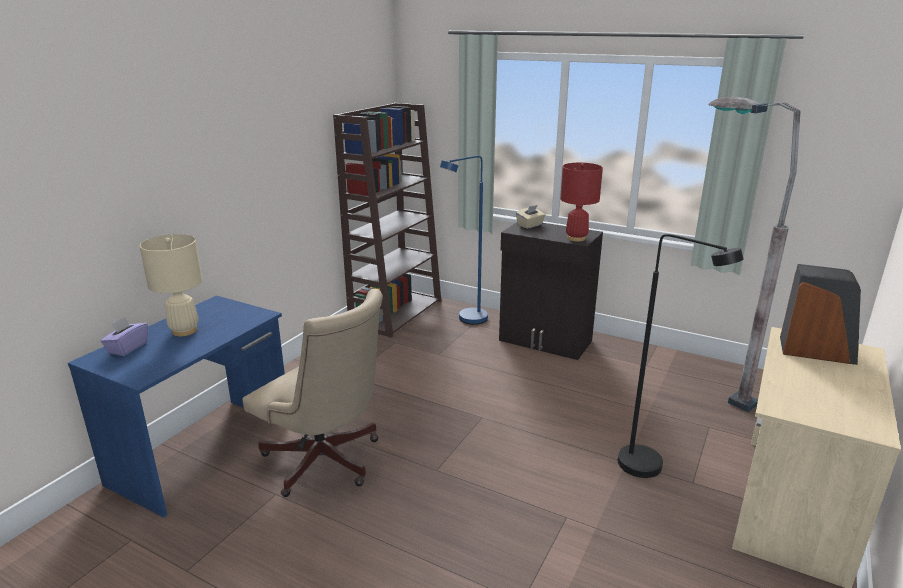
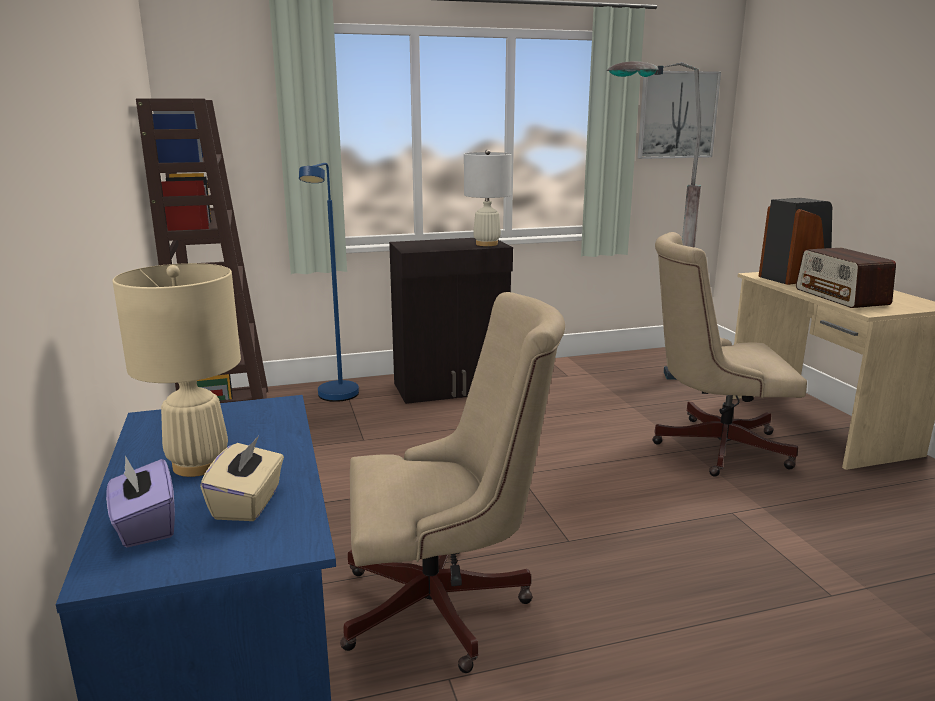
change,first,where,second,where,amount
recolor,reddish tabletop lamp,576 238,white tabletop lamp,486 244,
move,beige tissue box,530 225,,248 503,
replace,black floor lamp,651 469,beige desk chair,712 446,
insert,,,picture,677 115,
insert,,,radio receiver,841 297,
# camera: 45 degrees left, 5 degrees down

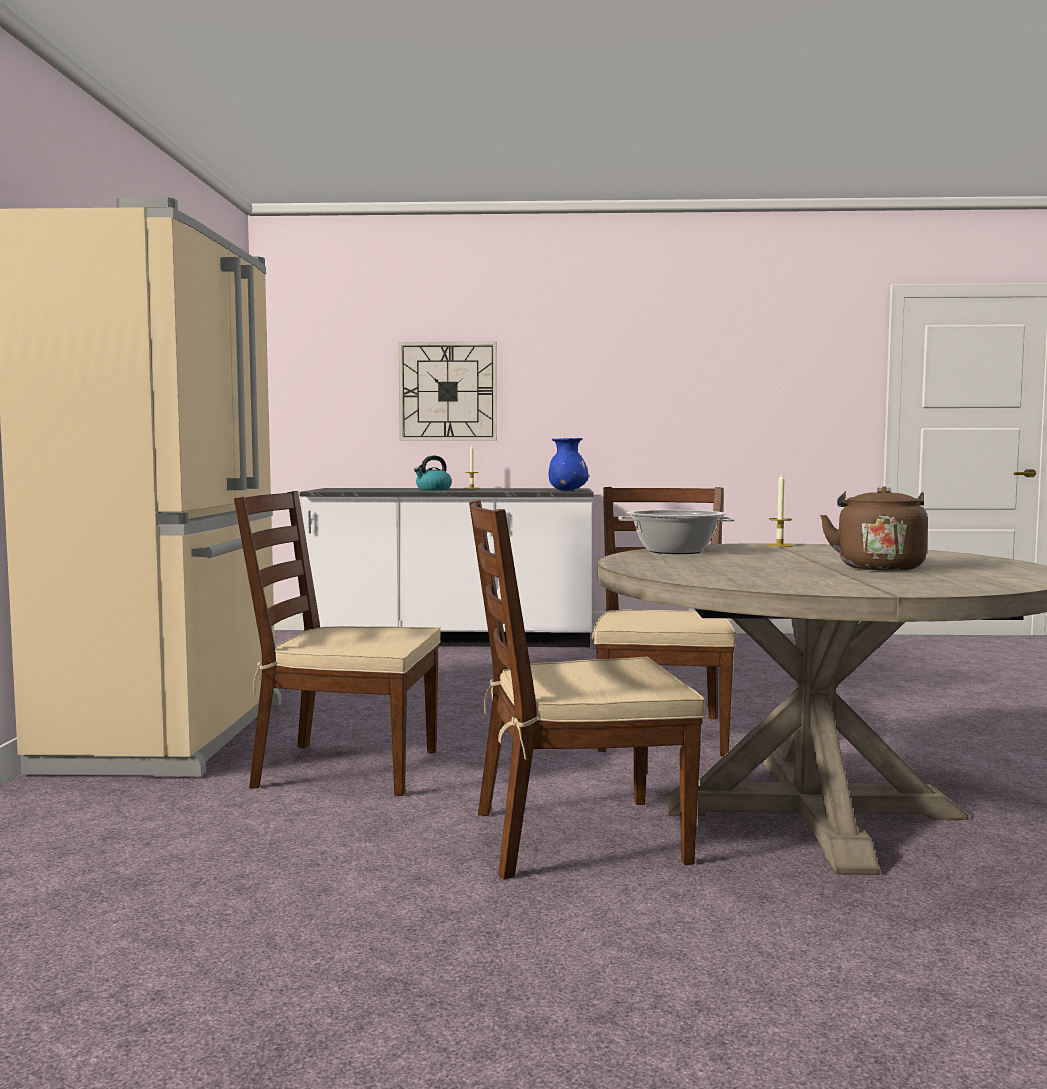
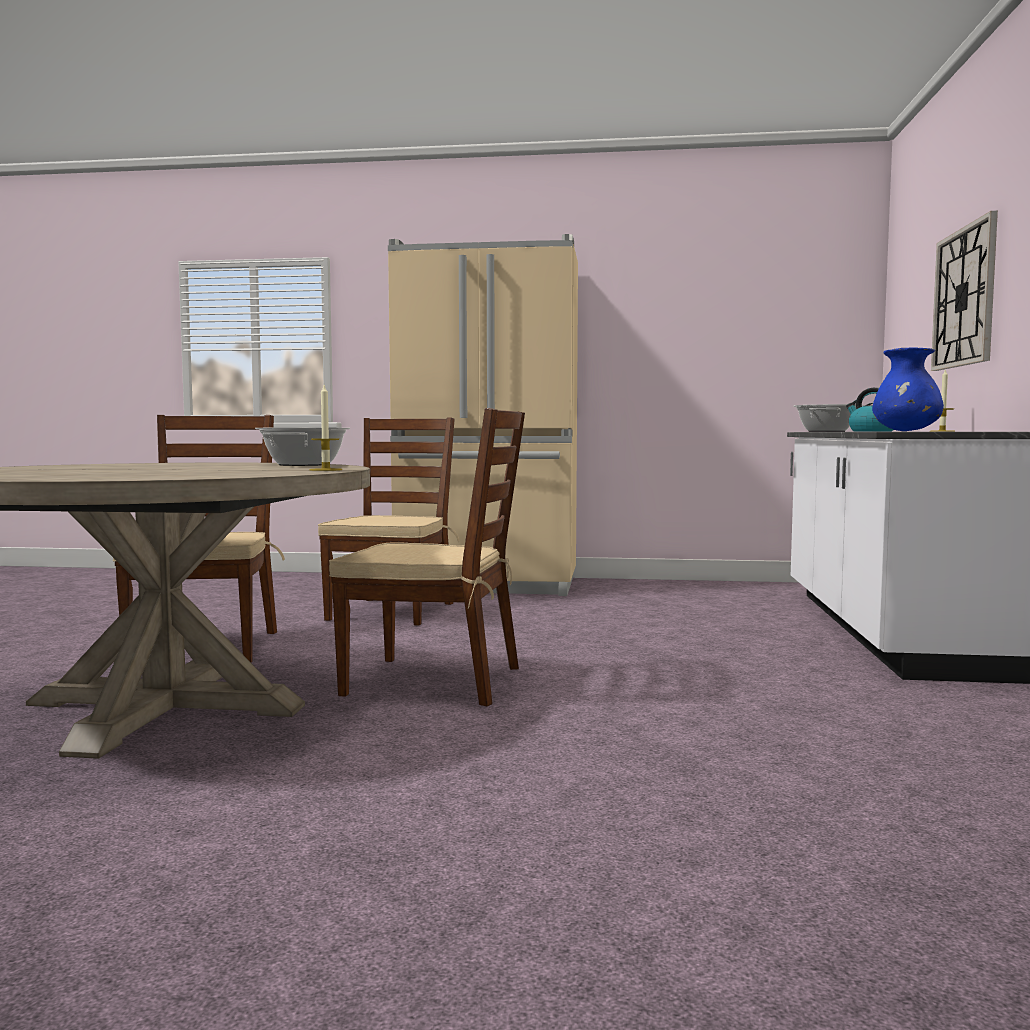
change,first,where,second,where,amount
delete,brownish kettle,878 567,,,
insert,,,saucepot,826 431,
# camera: 95 degrees right, 0 degrees up

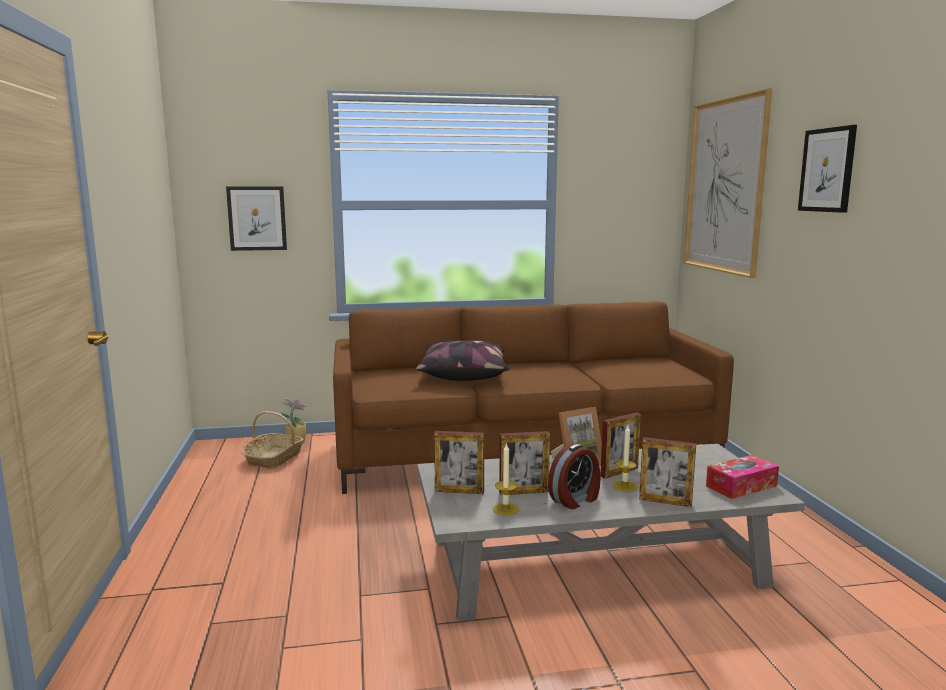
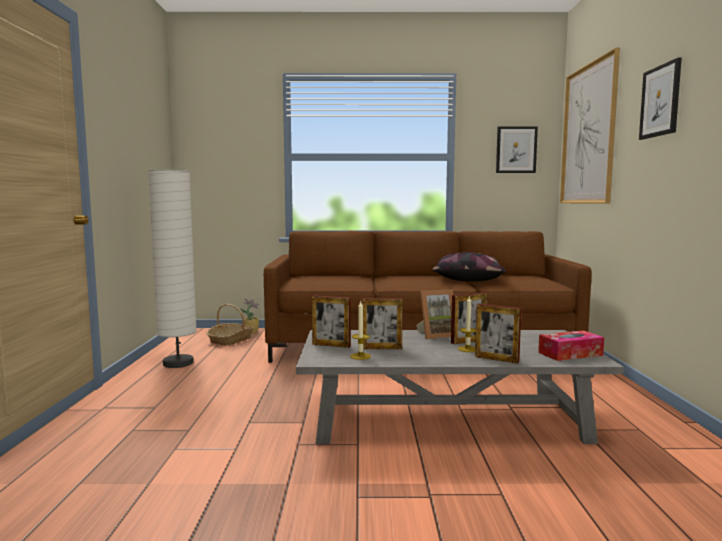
change,first,where,second,where,amount
move,picture,257 218,,516 150,
move,cushion,463 375,,467 279,
delete,table clock,575 500,,,
insert,,,white floor lamp,178 363,
# camera: 10 degrees right, 5 degrees down

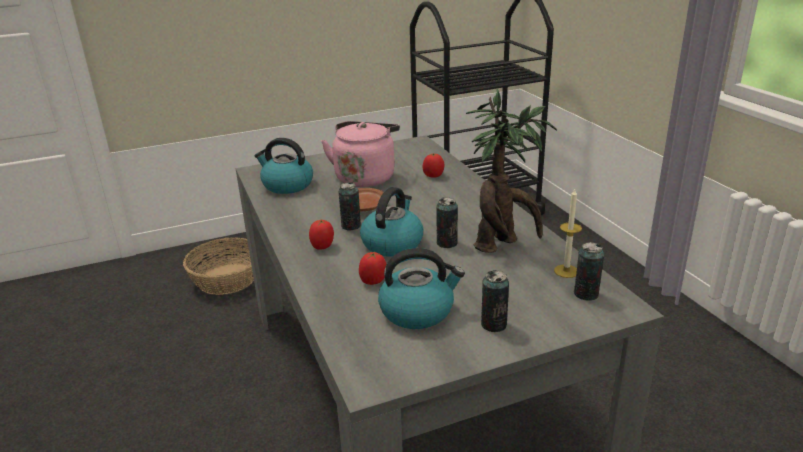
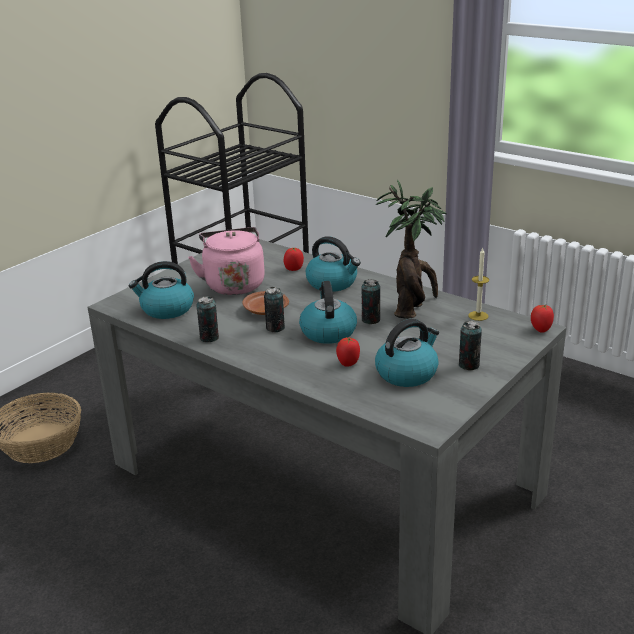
change,first,where,second,where,amount
move,tomato,323 246,,540 329,
move,metal can,586 294,,209 338,
insert,,,kettle,332 283,
# camera: 30 degrees left, 0 degrees up

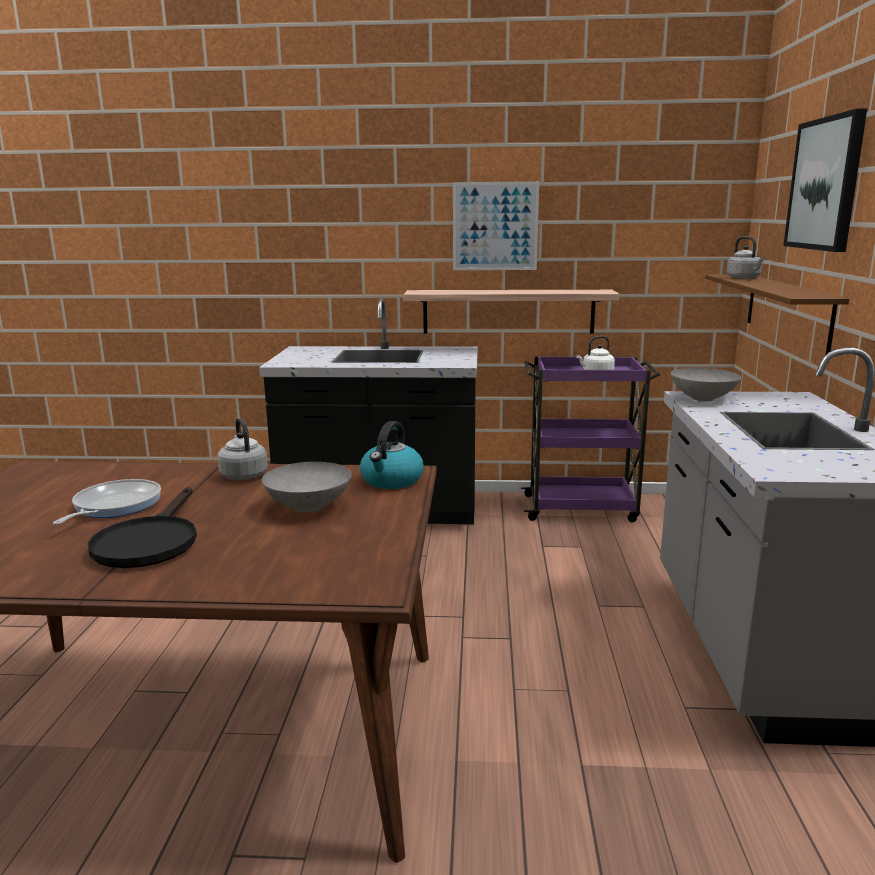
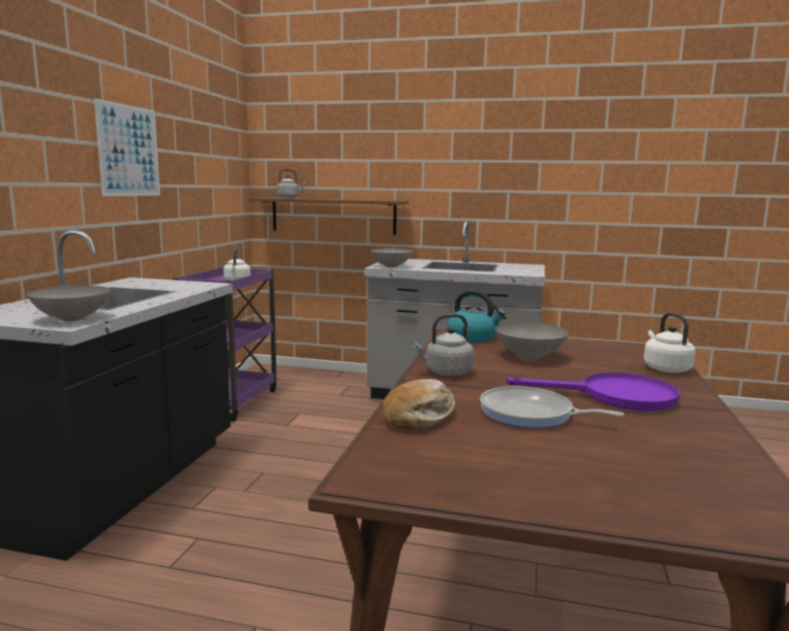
change,first,where,second,where,amount
delete,picture,825 184,,,
delete,wall shelf,508 311,,,
recolor,black pan,150 541,purple-coloured pan,614 396,
insert,,,greyish serving bowl,71 319,
insert,,,white kettle,665 368,
insert,,,bread,420 416,
# camera: 80 degrees left, 5 degrees down

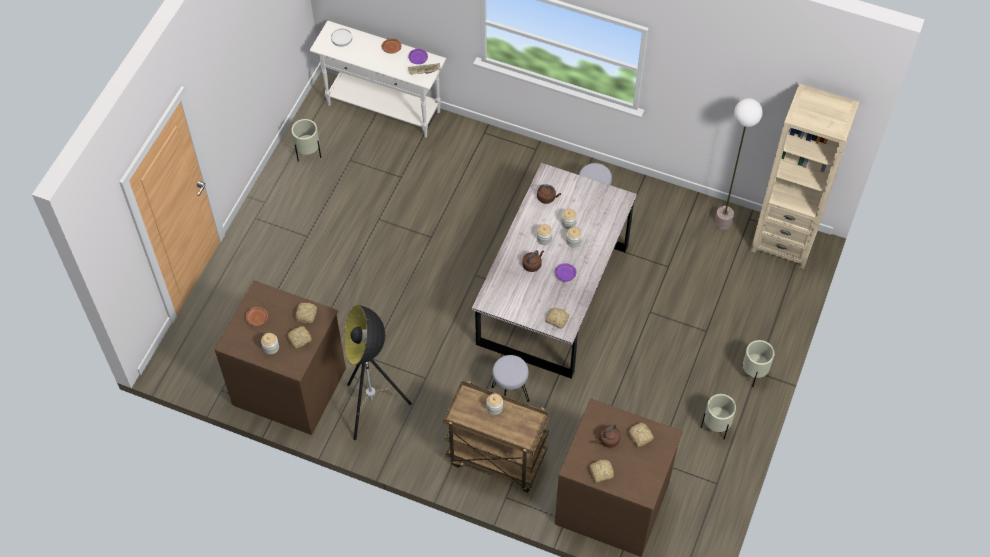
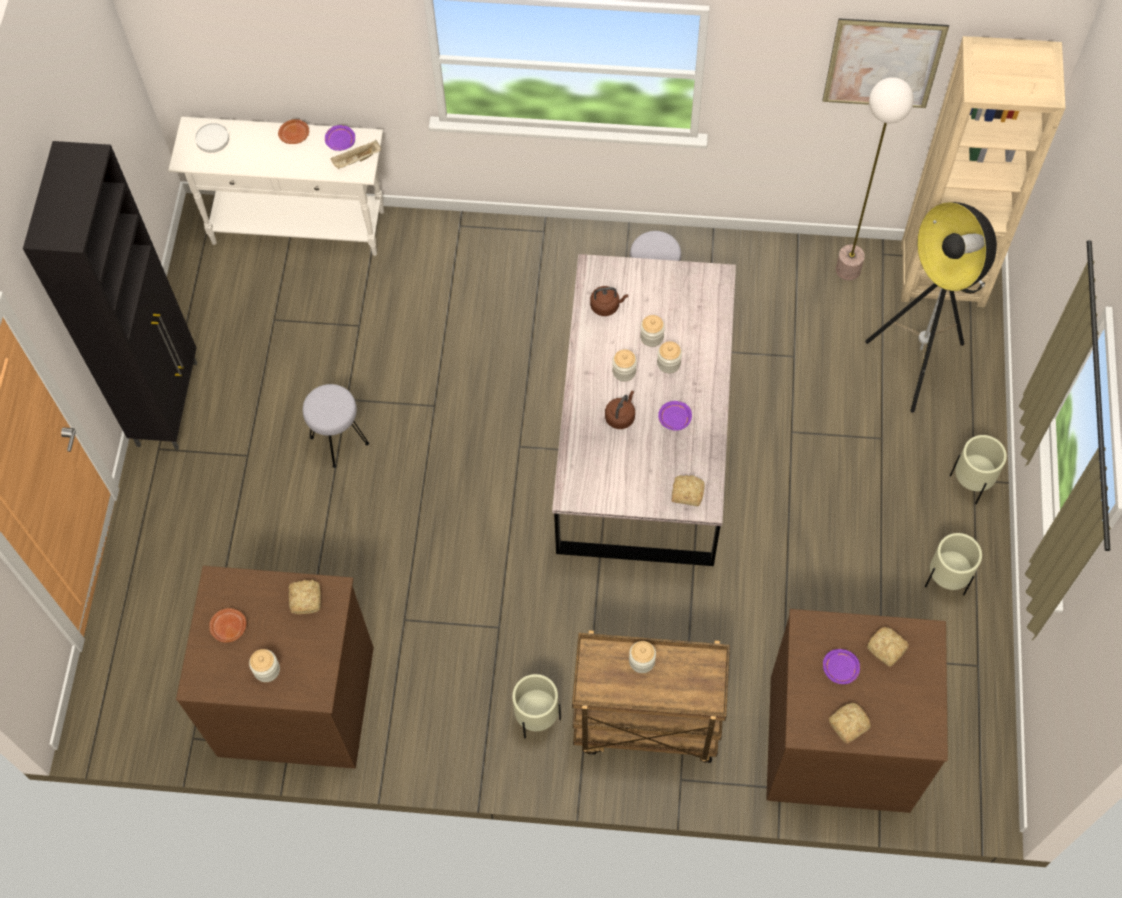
change,first,where,second,where,amount
move,beige plant pot,308 154,,537 719,
move,floor lamp,373 409,,916 364,
delete,bread,300 339,,,
move,greyish stool seat,509 394,,338 441,
replace,brownish kettle,608 440,purple-coloured dinner plate,840 669,
insert,,,picture,883 63,
insert,,,black cupboard,168 402,
# camera: 15 degrees left, 5 degrees up

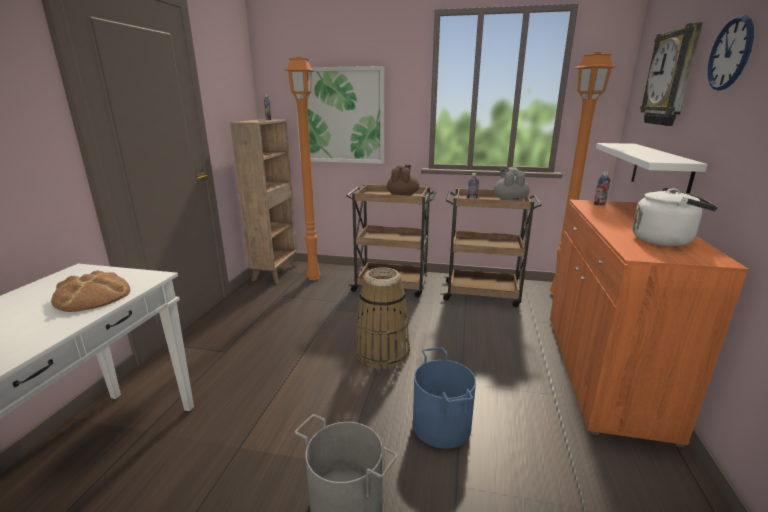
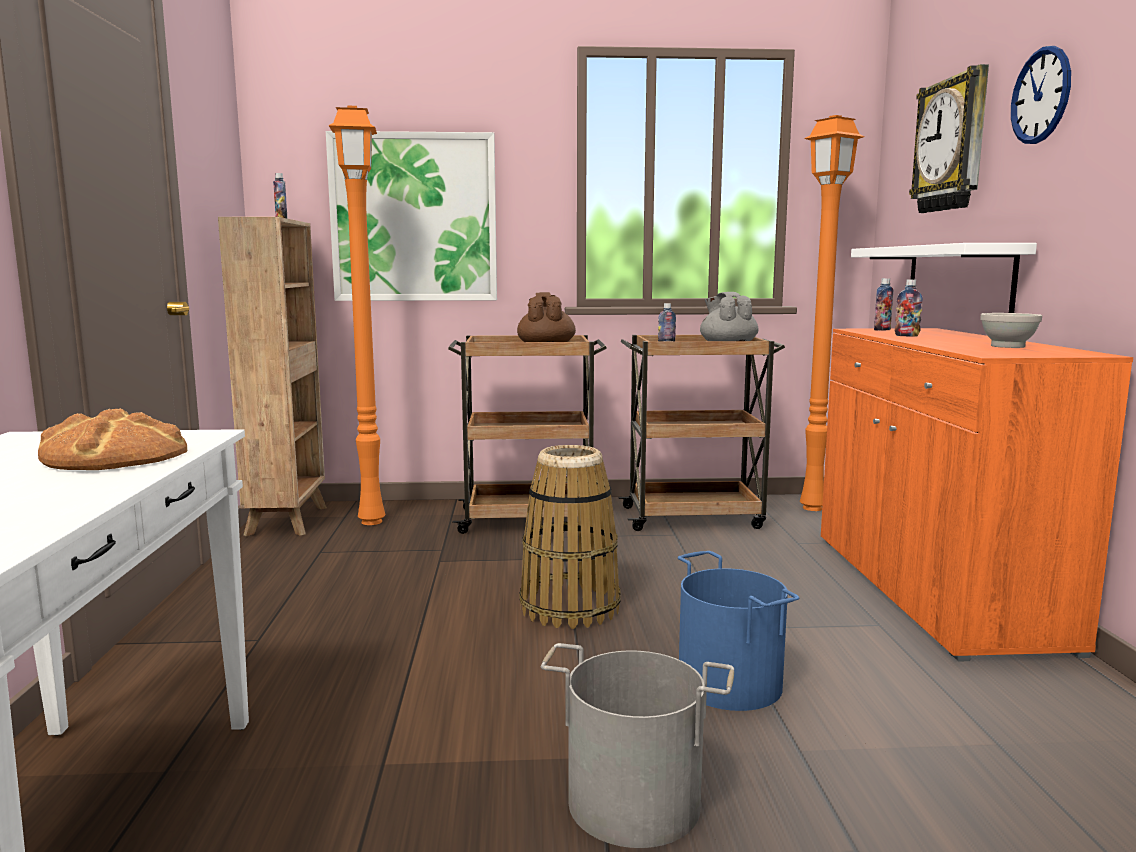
change,first,where,second,where,amount
replace,white kettle,664 240,white serving bowl,1008 346,
insert,,,drink bottle,906 336,
# camera: 15 degrees left, 10 degrees down

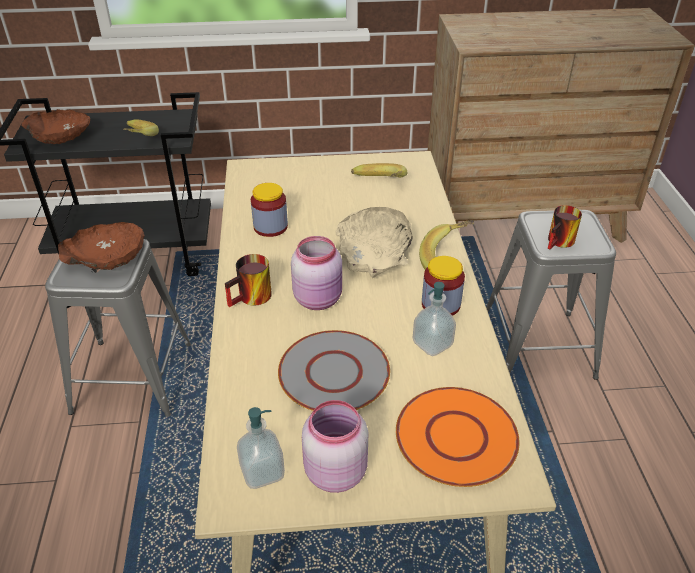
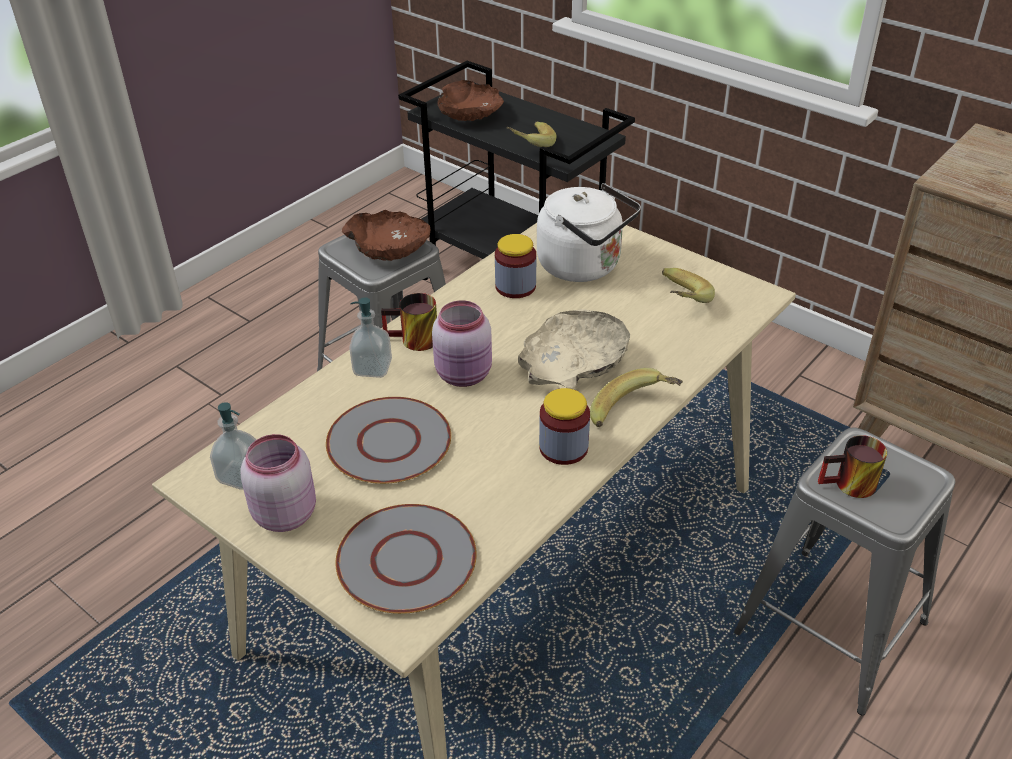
change,first,where,second,where,amount
move,soap bottle,432 344,,372 368,
recolor,orange dinner plate,456 436,greyish dinner plate,407 559,
insert,,,white kettle,584 266,
# camera: 45 degrees right, 0 degrees up

